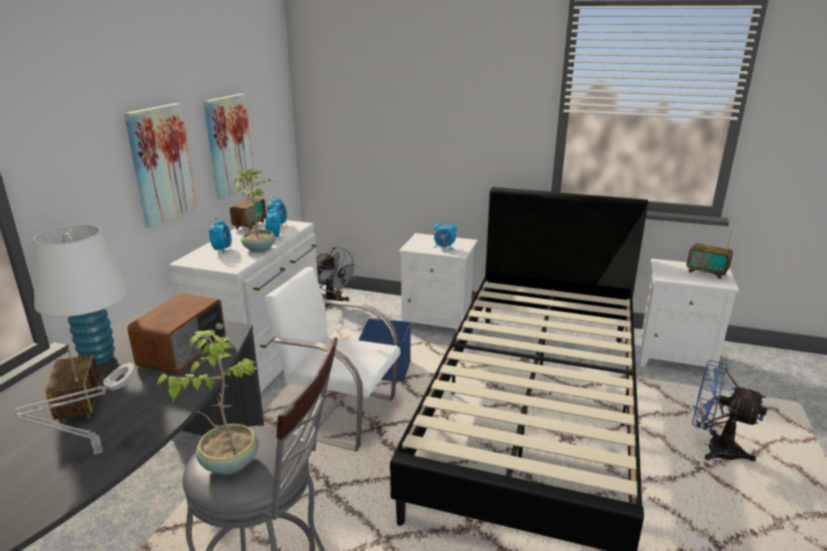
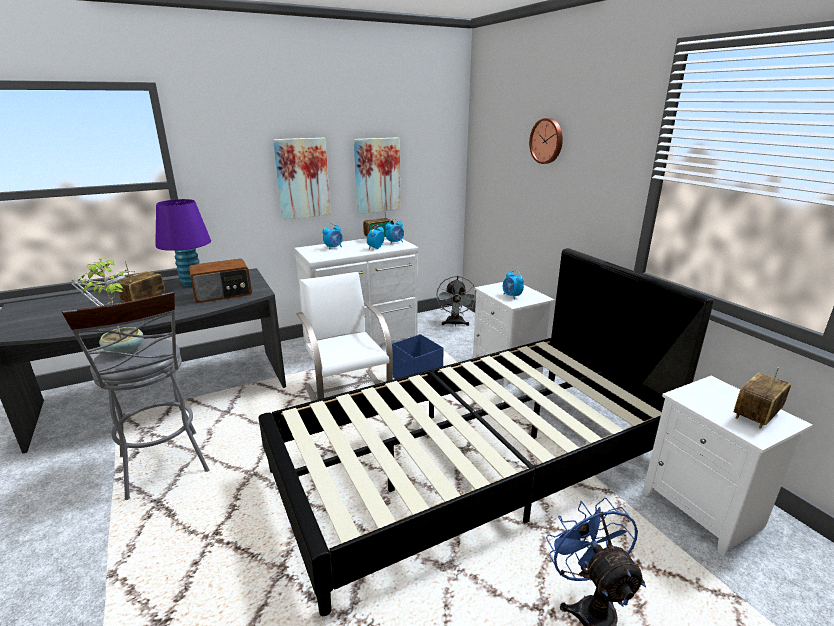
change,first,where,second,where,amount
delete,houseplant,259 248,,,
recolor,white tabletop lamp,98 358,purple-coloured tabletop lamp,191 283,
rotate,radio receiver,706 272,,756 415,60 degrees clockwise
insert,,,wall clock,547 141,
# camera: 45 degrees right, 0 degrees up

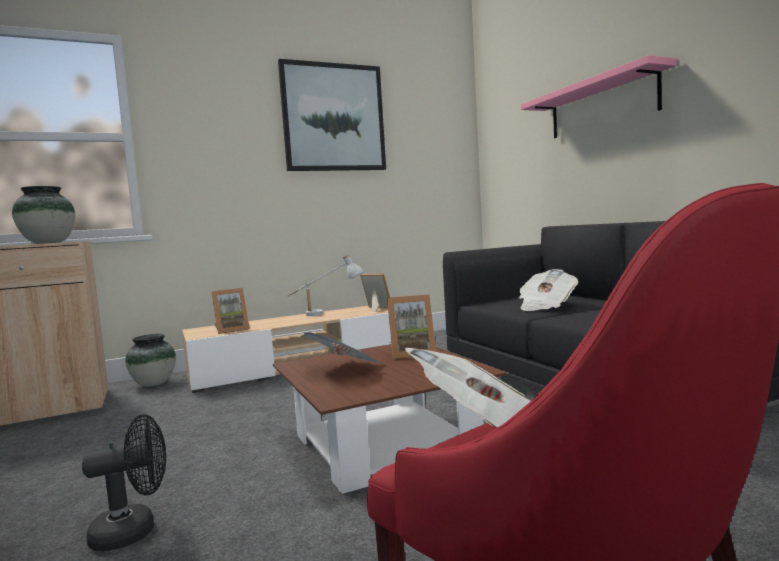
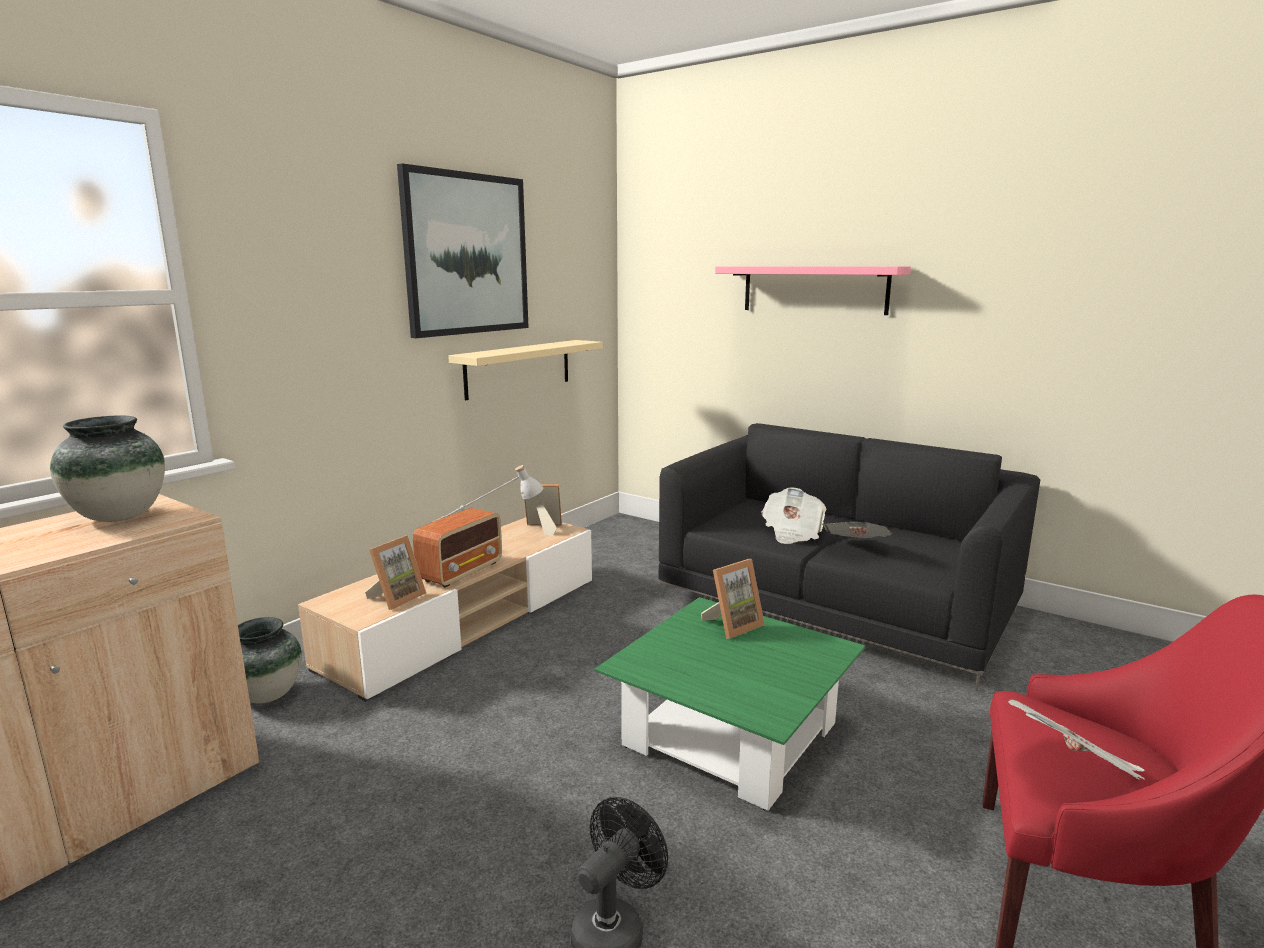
change,first,where,second,where,amount
move,daily paper,345 370,,855 548,
recolor,brownish coffee table,384 445,green-coloured coffee table,730 734,
insert,,,beige wall shelf,518 368,
insert,,,radio receiver,462 571,
# camera: 30 degrees left, 10 degrees up

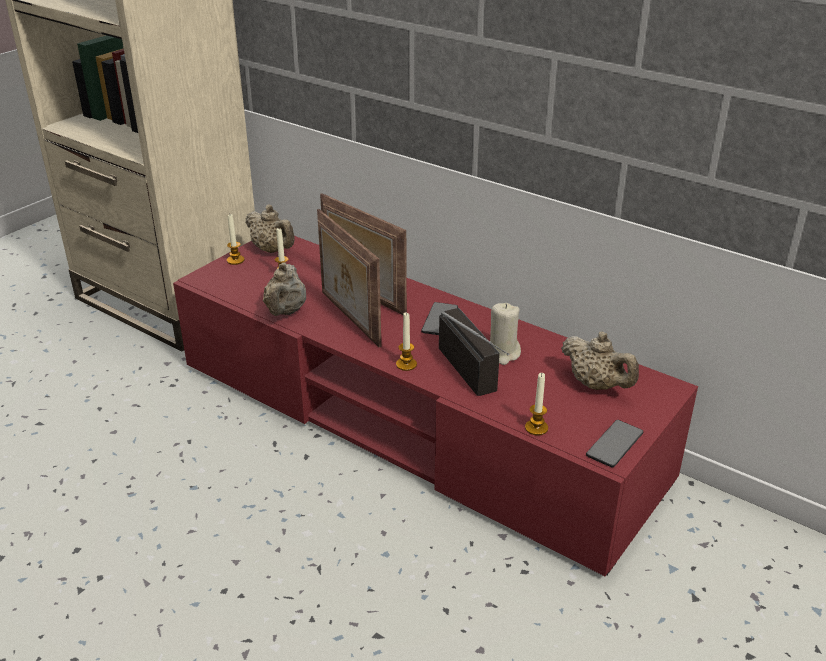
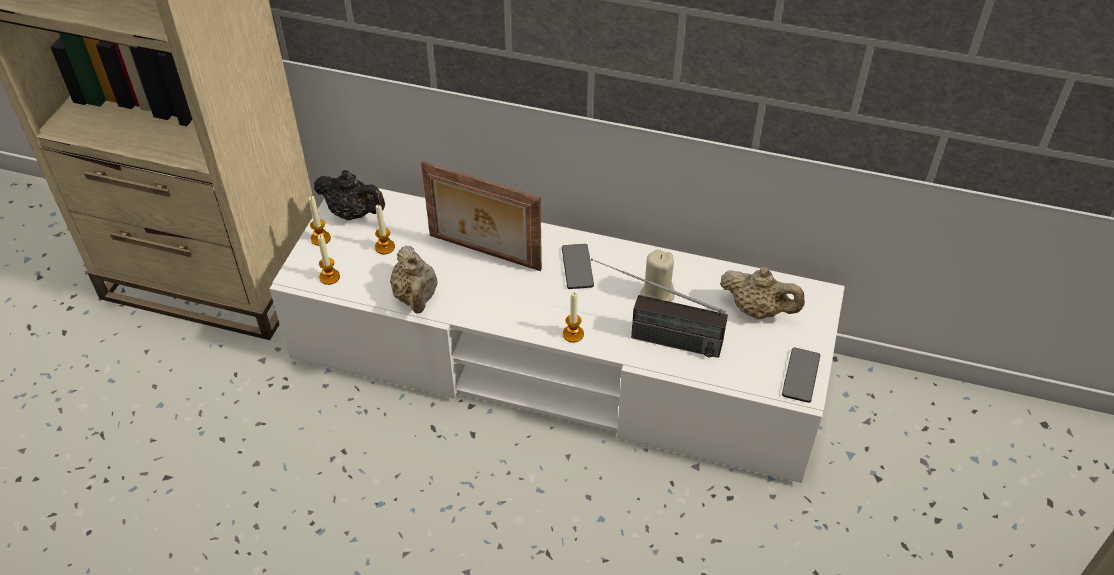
change,first,where,second,where,amount
recolor,beige teapot,273 250,black teapot,353 213,
delete,picture frame,348 319,,,
recolor,reddish media console,413 421,white media console,557 361,
rotate,radio receiver,480 382,,652 336,150 degrees clockwise
move,wax candle,536 428,,329 277,
# camera: 20 degrees left, 15 degrees up

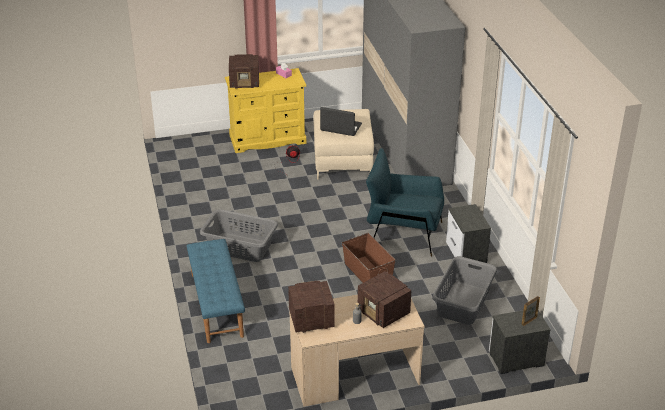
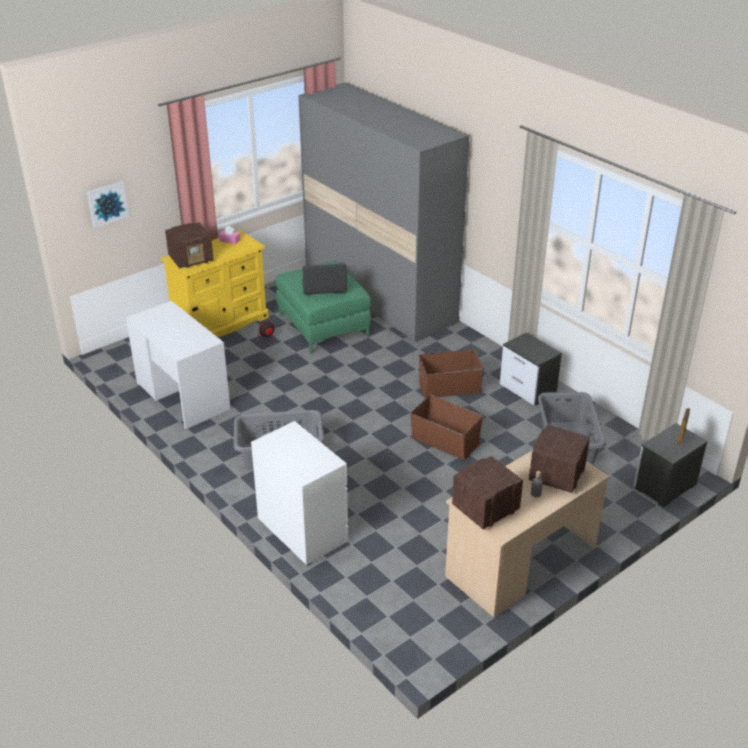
change,first,where,second,where,amount
recolor,beige footrest,342 160,green-coloured footrest,322 326,
replace,bluish easy chair,403 234,brownish storage box,449 387,
replace,bluish long seat,216 305,white chest of drawers,302 531,
rotate,radio receiver,384 313,,556 475,90 degrees clockwise
insert,,,picture,107 203,
insert,,,white desk table,182 396,
# camera: 25 degrees left, 0 degrees up

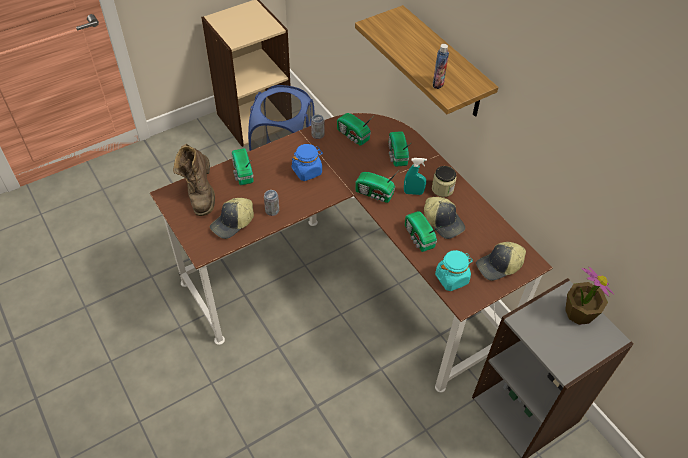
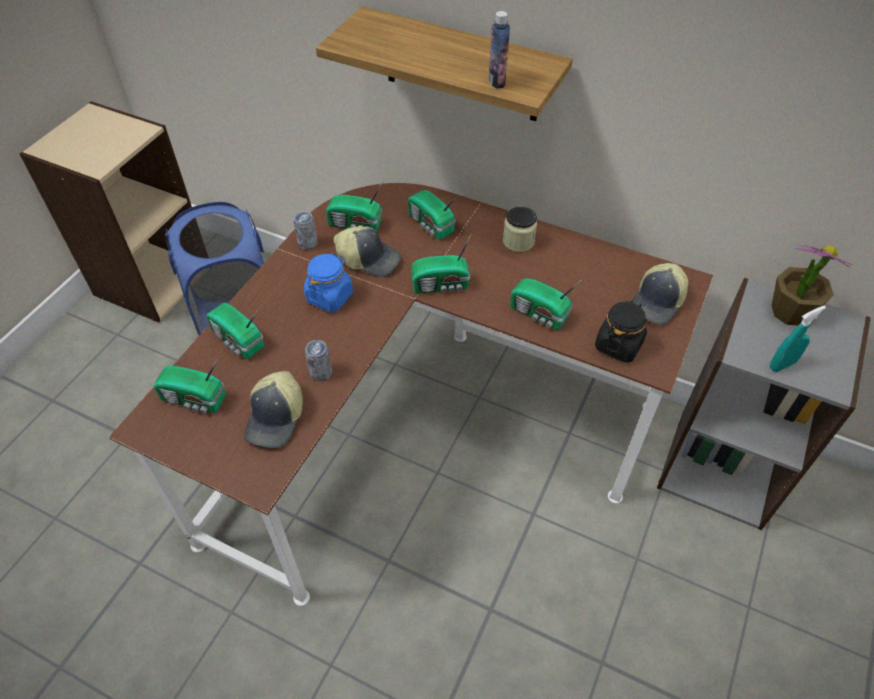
change,first,where,second,where,amount
replace,brownish boot,200 194,radio receiver,195 400,
move,turquoise sprayer,413 192,,782 365,
move,peaked cap,443 222,,369 259,
recolor,turquoise preserve jar,452 278,black preserve jar,618 345,
# camera: 30 degrees left, 0 degrees up

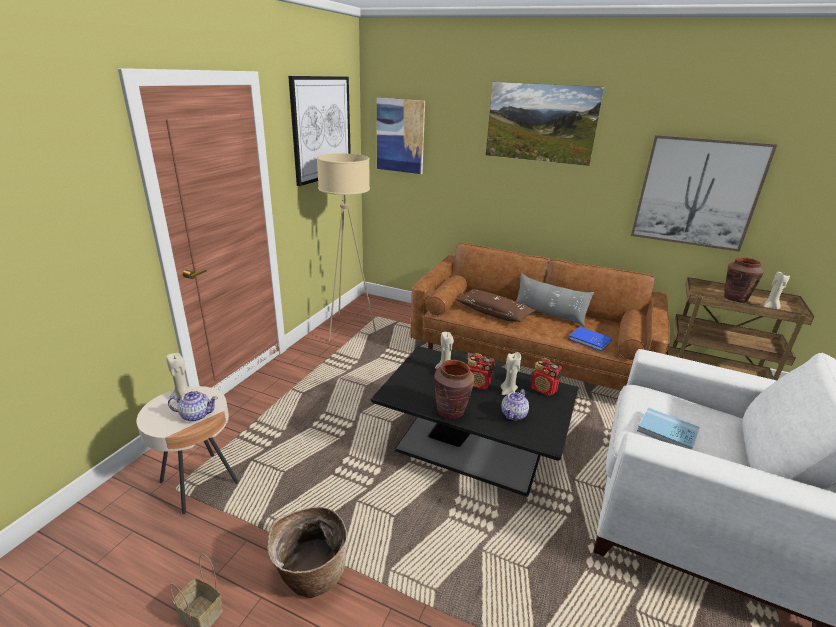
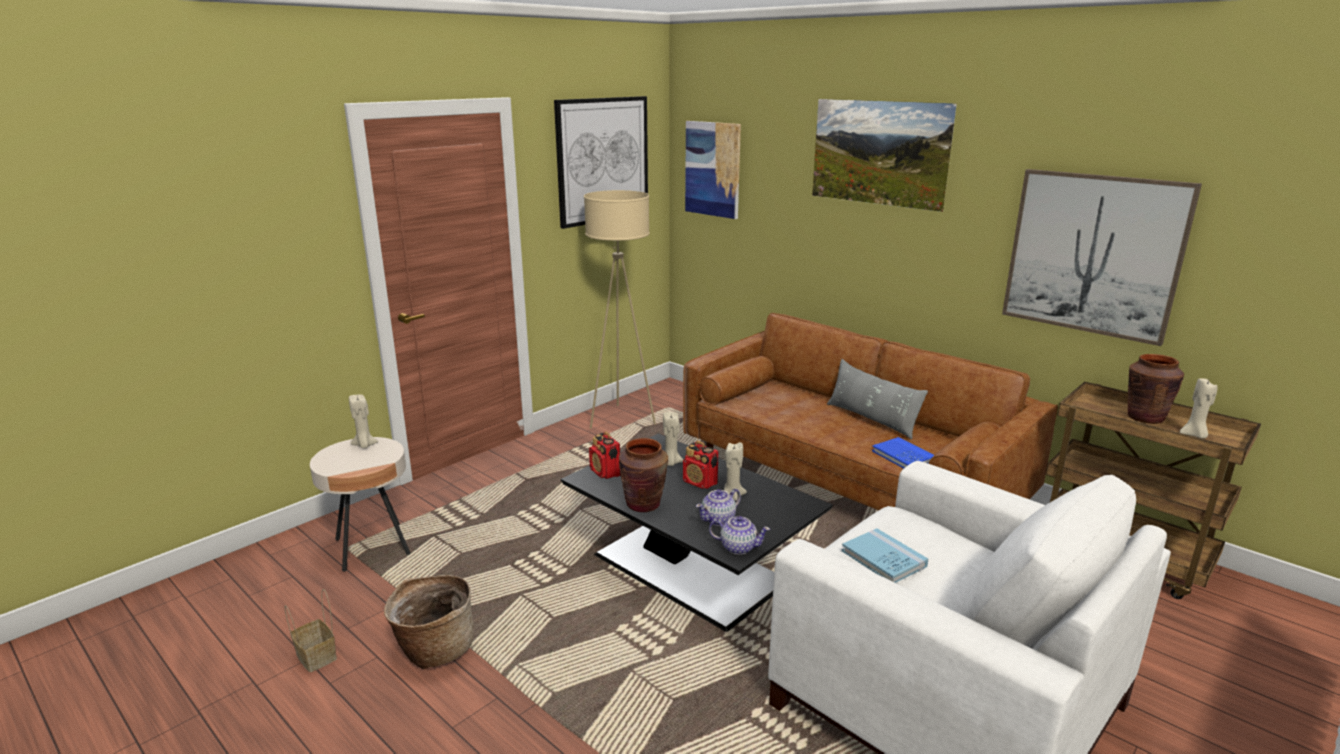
change,first,where,second,where,amount
delete,brownish cushion,493 312,,,
move,radio receiver,544 389,,605 472,
move,teapot,195 415,,738 547,
# camera: 20 degrees right, 5 degrees down

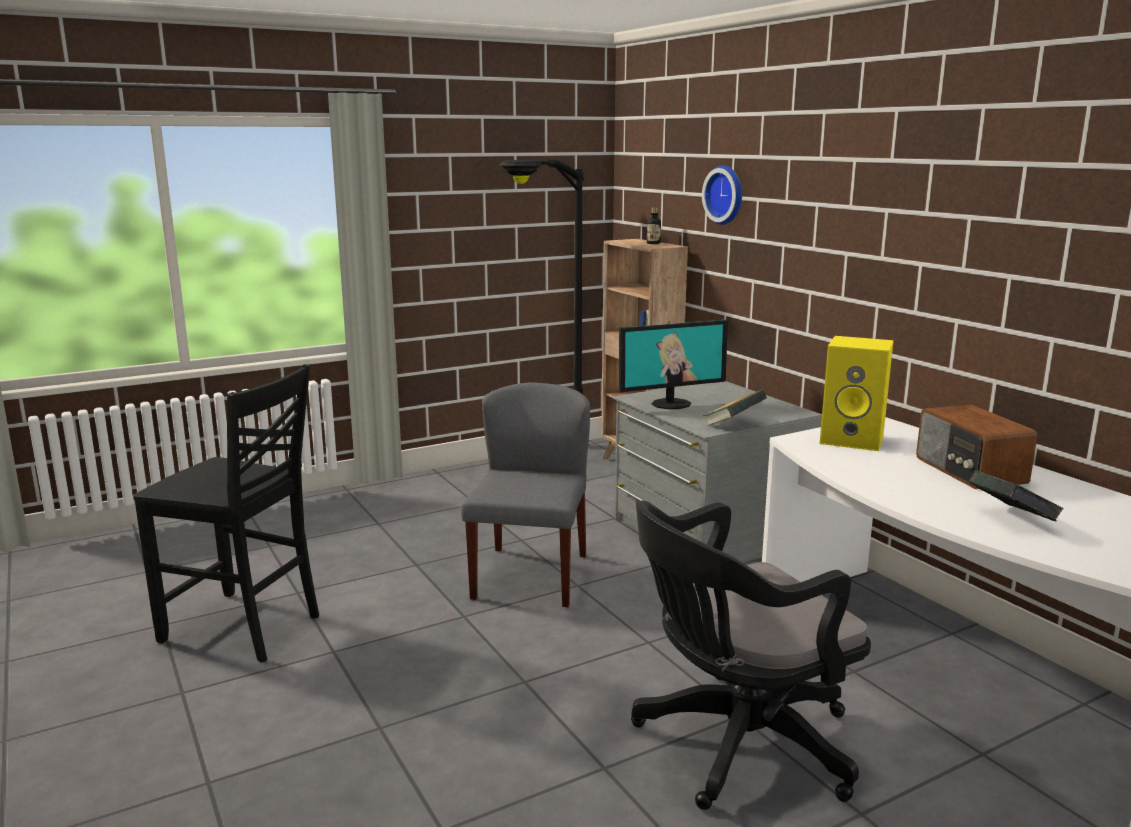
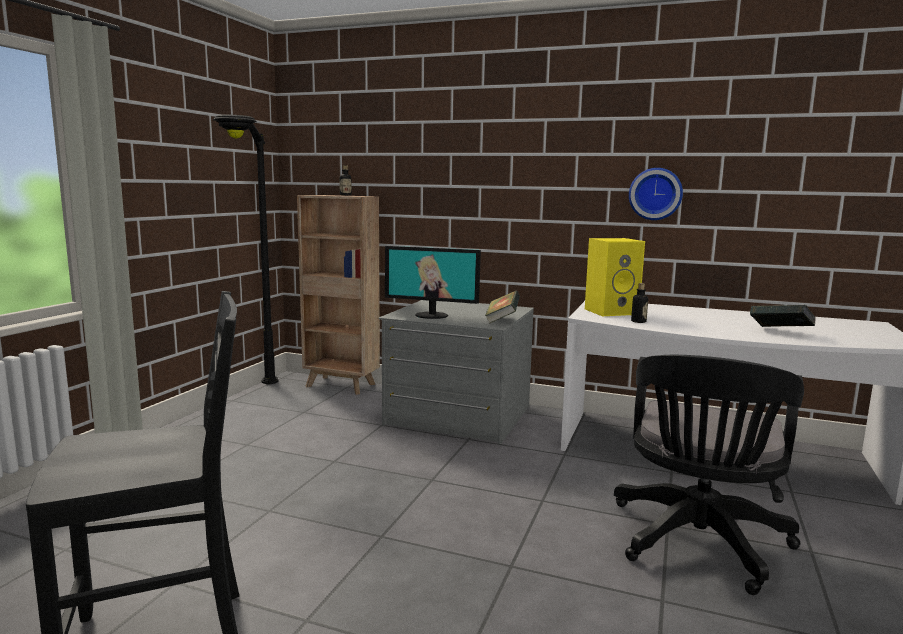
change,first,where,second,where,amount
move,wall clock,726 195,,655 194,
rotate,computer display,671 403,,432 315,75 degrees clockwise
delete,greyish chair,530 575,,,
delete,radio receiver,969 471,,,
insert,,,drink bottle,638 321,
# camera: 40 degrees left, 5 degrees down

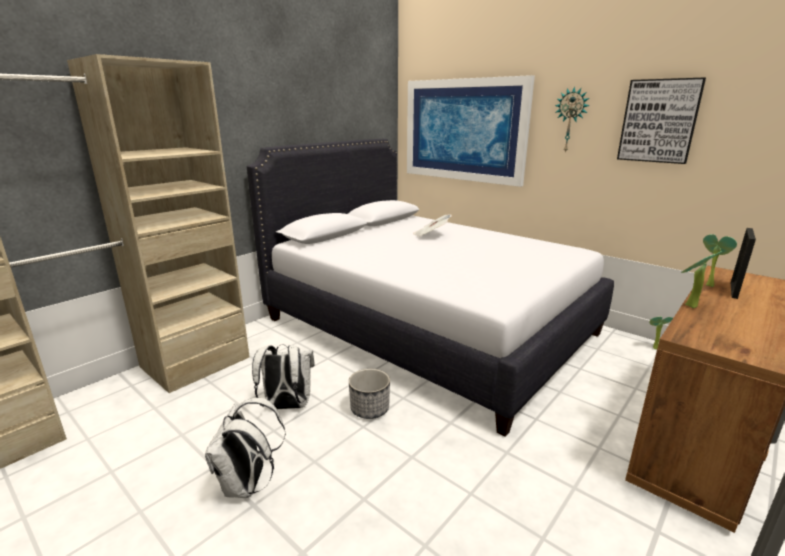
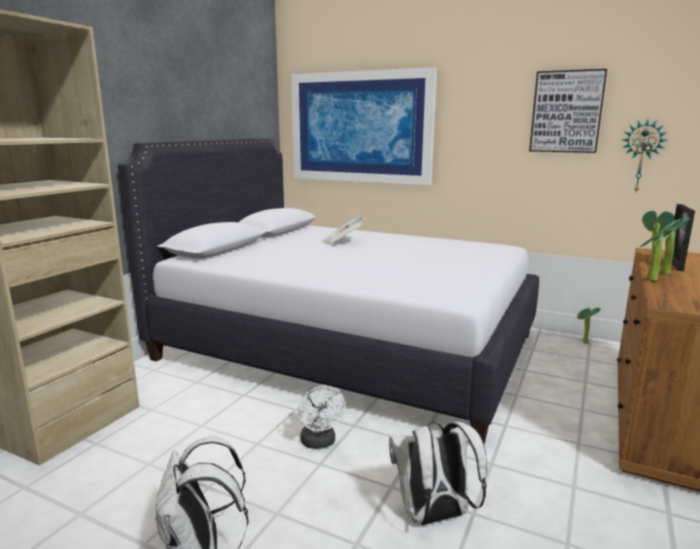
change,first,where,second,where,amount
move,wall clock,570 120,,641 156,
move,white backpack,286 406,,434 516,
replace,plant pot,370 409,white electric fan,320 443,
insert,,,houseplant,662 273,
# camera: 15 degrees left, 5 degrees down

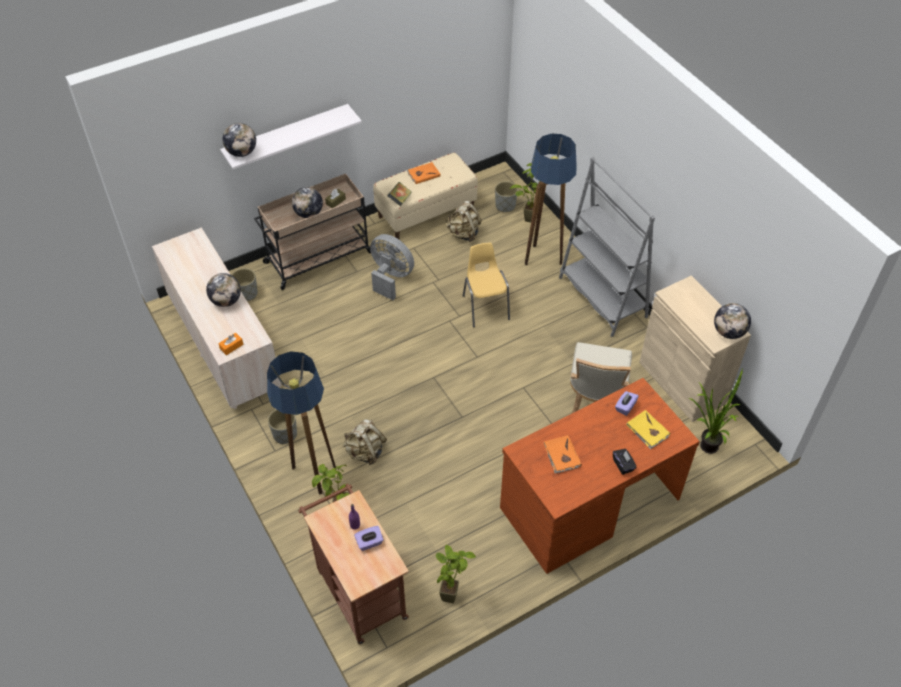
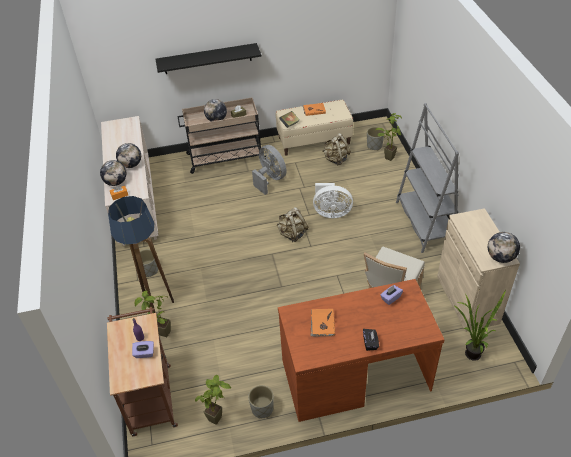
change,first,where,second,where,amount
recolor,white wall shelf,286 135,black wall shelf,207 58,
move,desk globe,242 152,,116 182,
delete,floor lamp,544 259,,,
replace,yellowish chair,485 307,white electric fan,331 212,
move,greyish plant pot,247 293,,262 409,
delete,yellowish volume,647 431,,,
move,beige backpack,365 452,,292 234,
# camera: 20 degrees right, 5 degrees down

